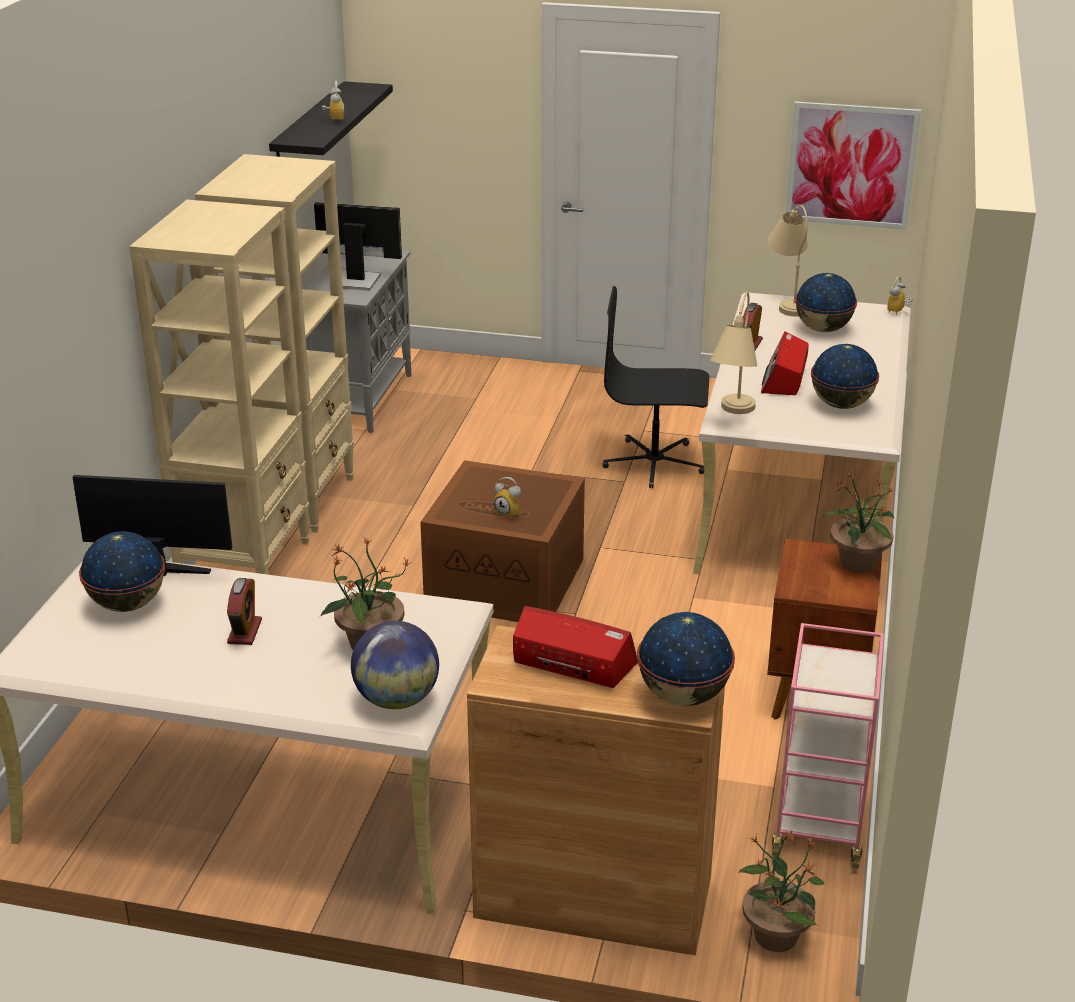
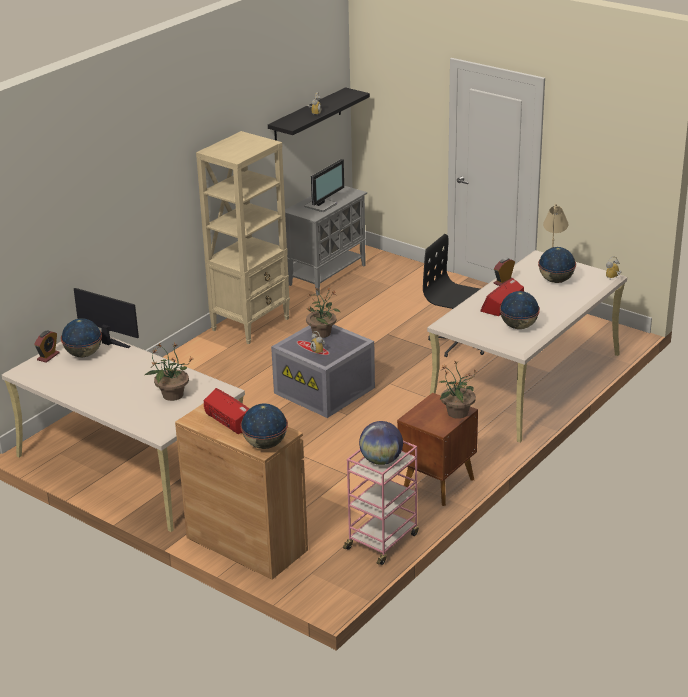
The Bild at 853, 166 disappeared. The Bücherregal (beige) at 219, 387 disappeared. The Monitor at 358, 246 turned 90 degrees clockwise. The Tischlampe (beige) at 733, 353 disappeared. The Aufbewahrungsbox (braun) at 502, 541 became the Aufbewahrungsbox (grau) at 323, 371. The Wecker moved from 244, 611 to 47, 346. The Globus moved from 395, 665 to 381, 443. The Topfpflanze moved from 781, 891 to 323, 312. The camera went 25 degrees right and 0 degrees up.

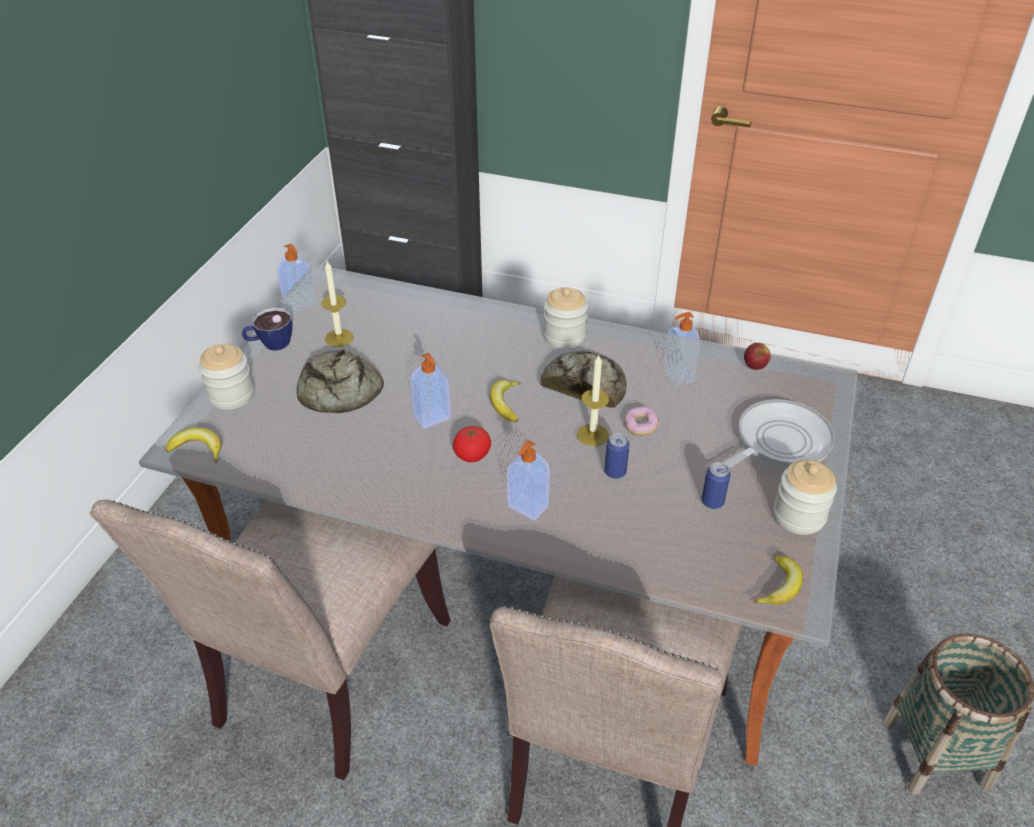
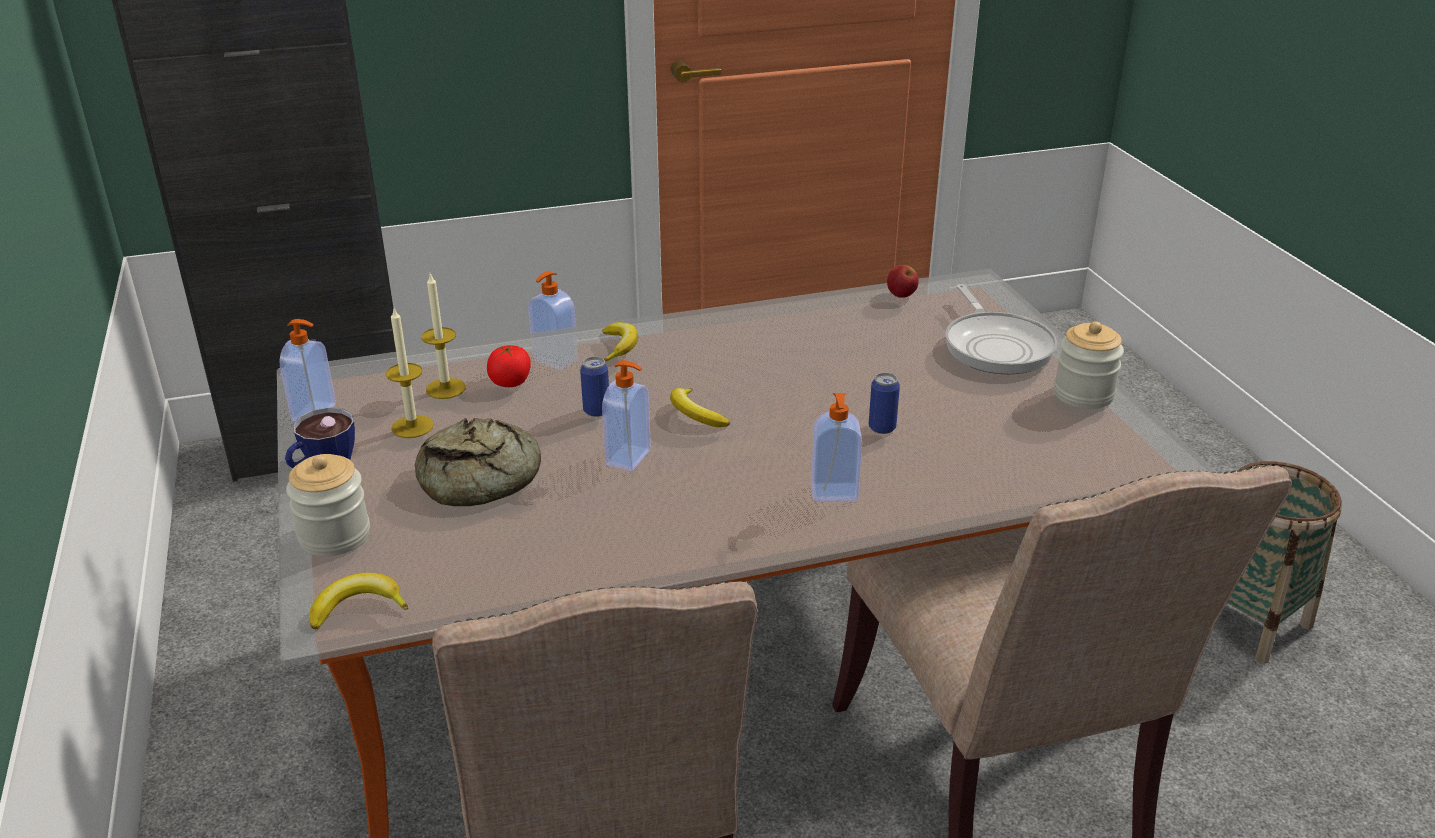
The Vorratsglas at 565, 318 disappeared. The Seifenspender moved from 681, 349 to 553, 321. The Brot at 583, 379 disappeared. The Kerze moved from 593, 400 to 443, 336. The Pfanne at 779, 434 turned 150 degrees clockwise. The Donut at 641, 421 disappeared. The Tomate moved from 472, 444 to 509, 366. The Dose moved from 716, 485 to 594, 386. The Banane moved from 778, 580 to 620, 341. The camera went 35 degrees left and 10 degrees down.

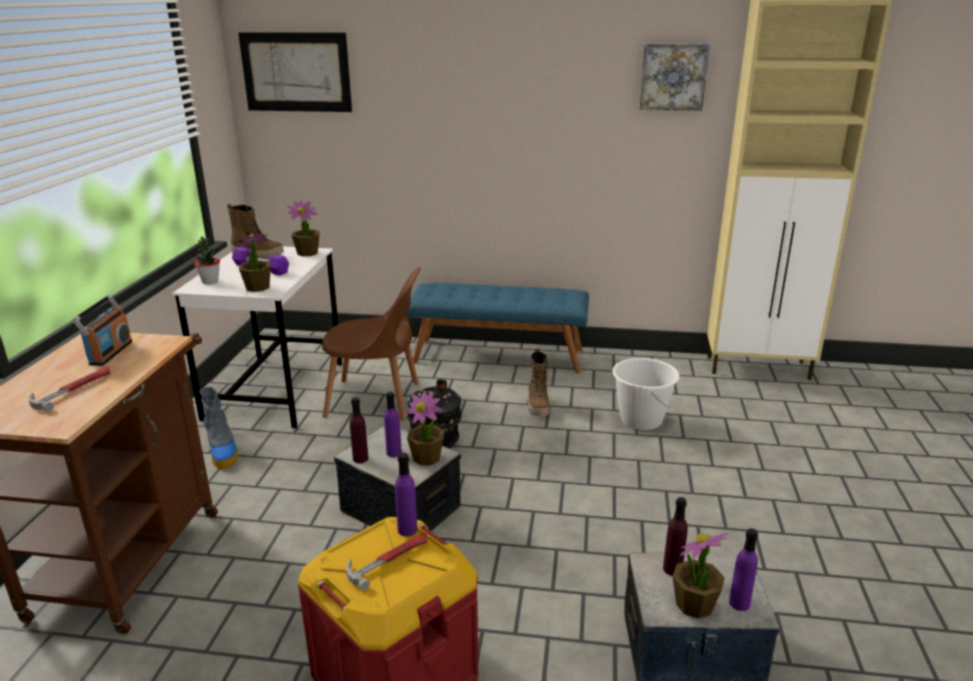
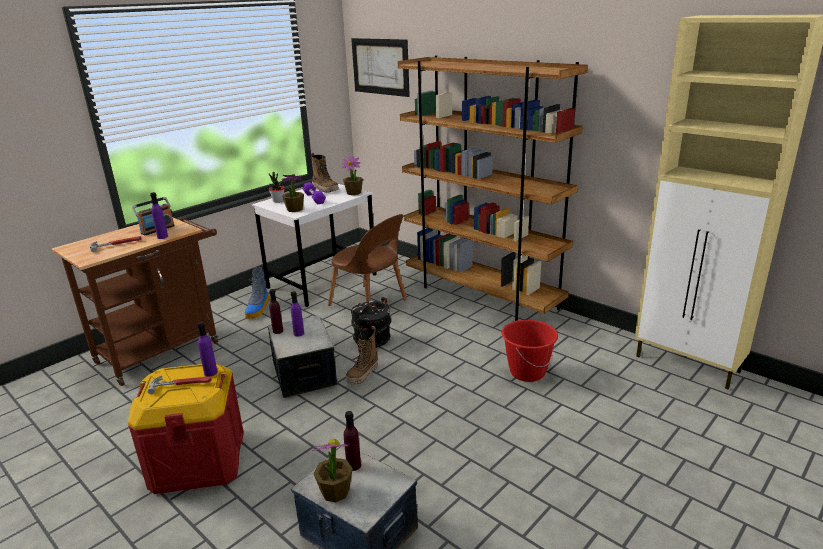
The Bild at 674, 77 disappeared. The Bank (blau) at 498, 328 was replaced by the Bücherregal (braun) at 493, 188. The Stiefel moved from 539, 382 to 362, 355. The Eimer (weiß) at 646, 394 became the Eimer (rot) at 530, 351. The Topfpflanze at 424, 428 disappeared. The Flasche (lila) moved from 743, 569 to 159, 215. The camera went 35 degrees right and 0 degrees up.

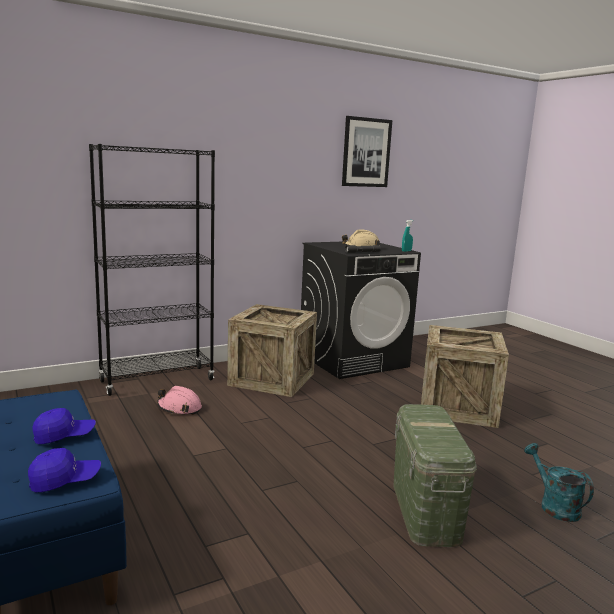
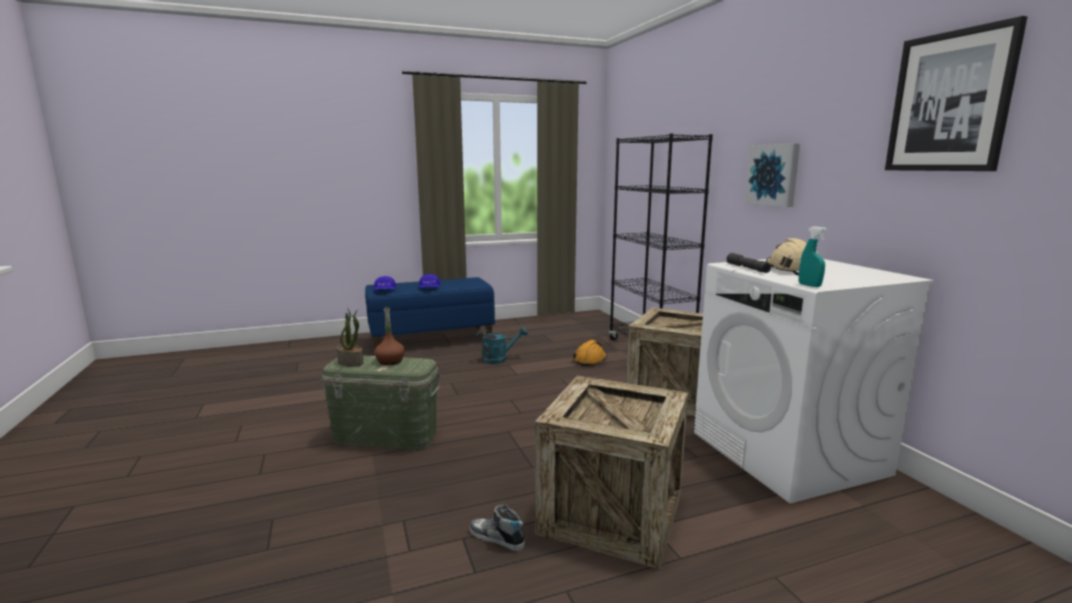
The Waschmaschine (schwarz) at 361, 310 became the Waschmaschine (weiß) at 814, 381. The Schutzhelm (rosa) at 179, 400 became the Schutzhelm (orange) at 590, 353. The Gießkanne (türkis) moved from 559, 482 to 502, 345. The Bild at 772, 175 appeared. The Flasche (braun) at 389, 336 appeared. The Topfpflanze at 350, 337 appeared. The Schuh at 497, 527 appeared. The camera went 100 degrees right and 0 degrees up.

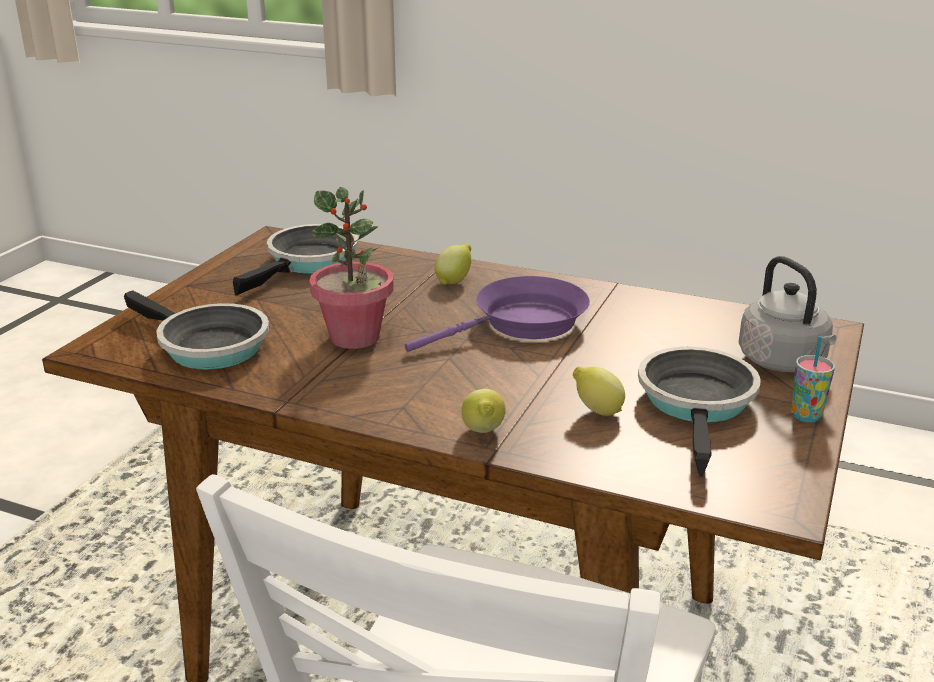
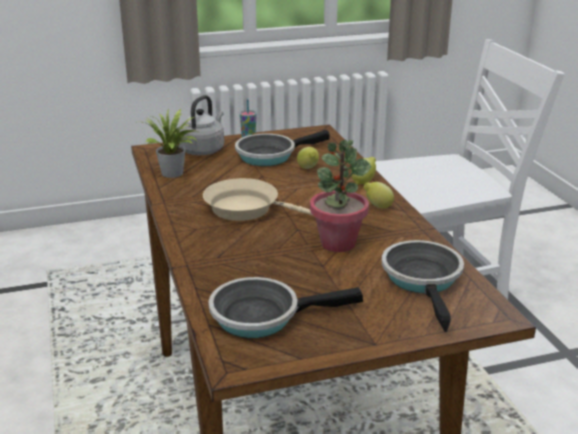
The Zitrone moved from 453, 264 to 379, 195. The Pfanne (lila) at 497, 314 became the Pfanne (beige) at 257, 199. The Topfpflanze at 171, 143 appeared. The camera went 130 degrees left and 0 degrees up.

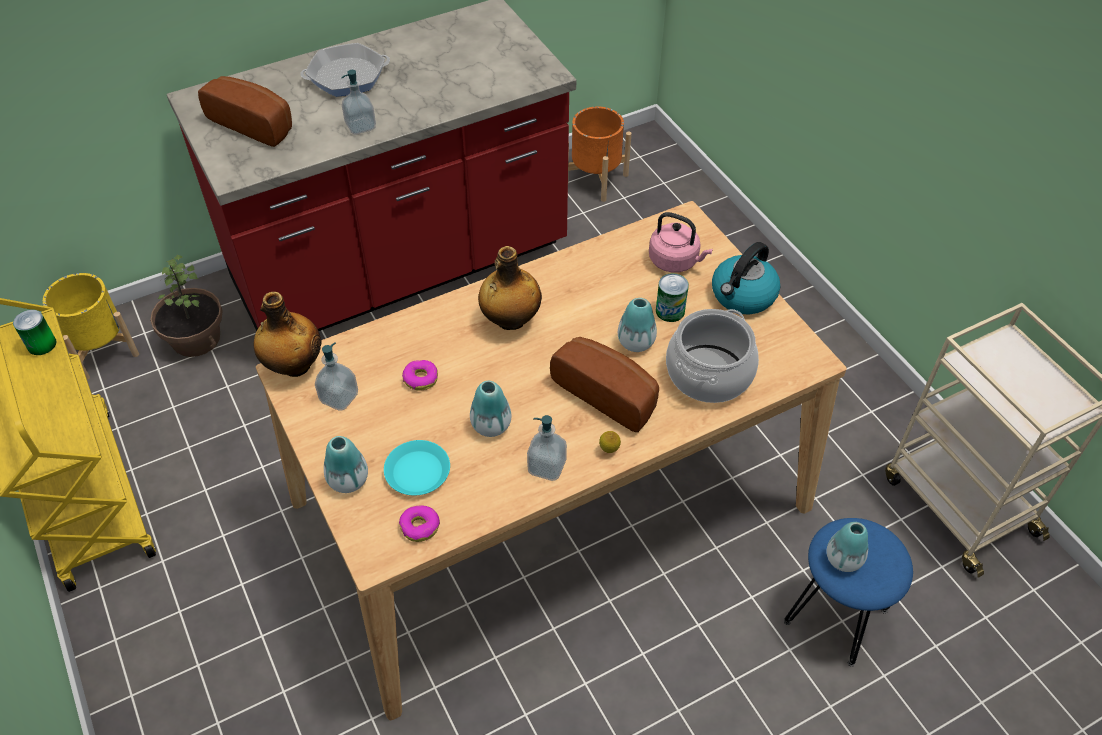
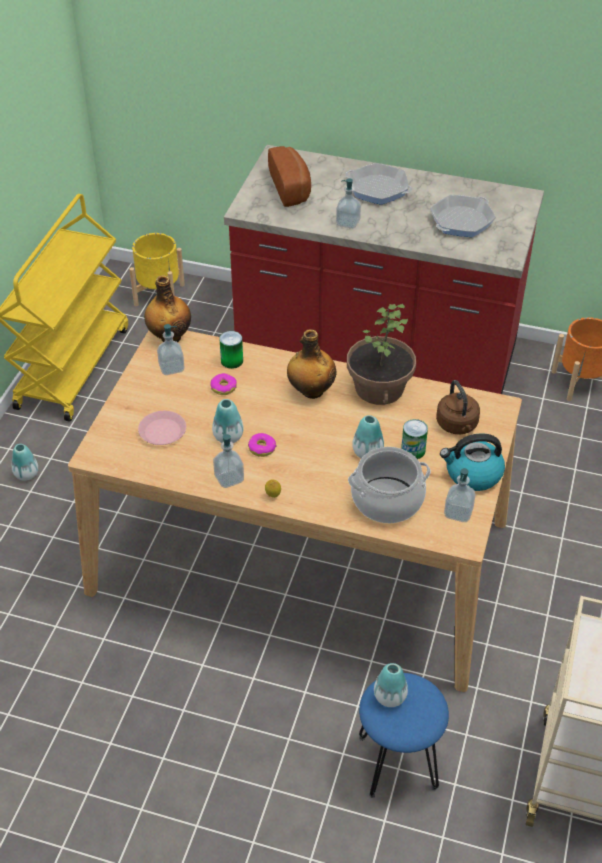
The Wasserkessel (rosa) at 681, 242 became the Wasserkessel (braun) at 458, 407. The Topfpflanze moved from 186, 306 to 381, 354. The Dose moved from 35, 332 to 231, 350. The Brot at 604, 384 disappeared. The Vase moved from 346, 464 to 25, 462. The Teller (türkis) at 417, 468 became the Teller (rosa) at 162, 428. The Donut moved from 419, 523 to 262, 445. The Pfanne at 463, 216 appeared. The Seifenspender at 459, 495 appeared. The camera went 45 degrees right and 5 degrees down.

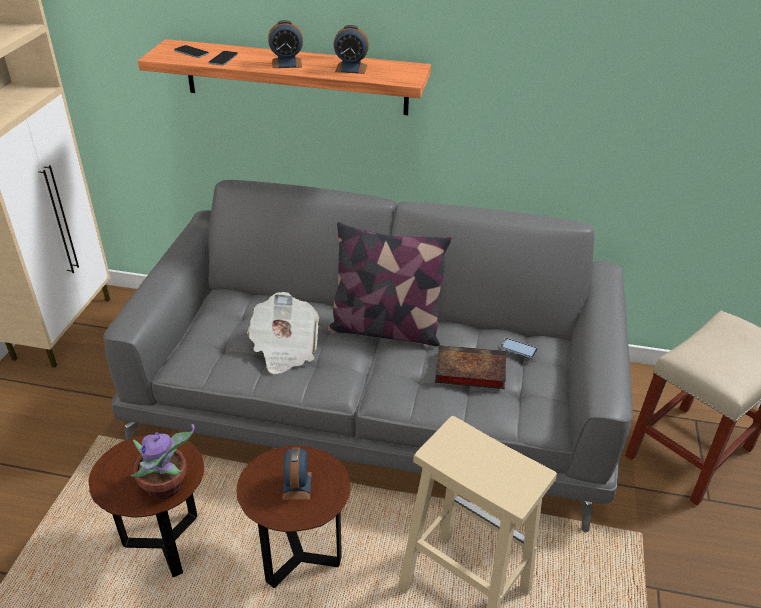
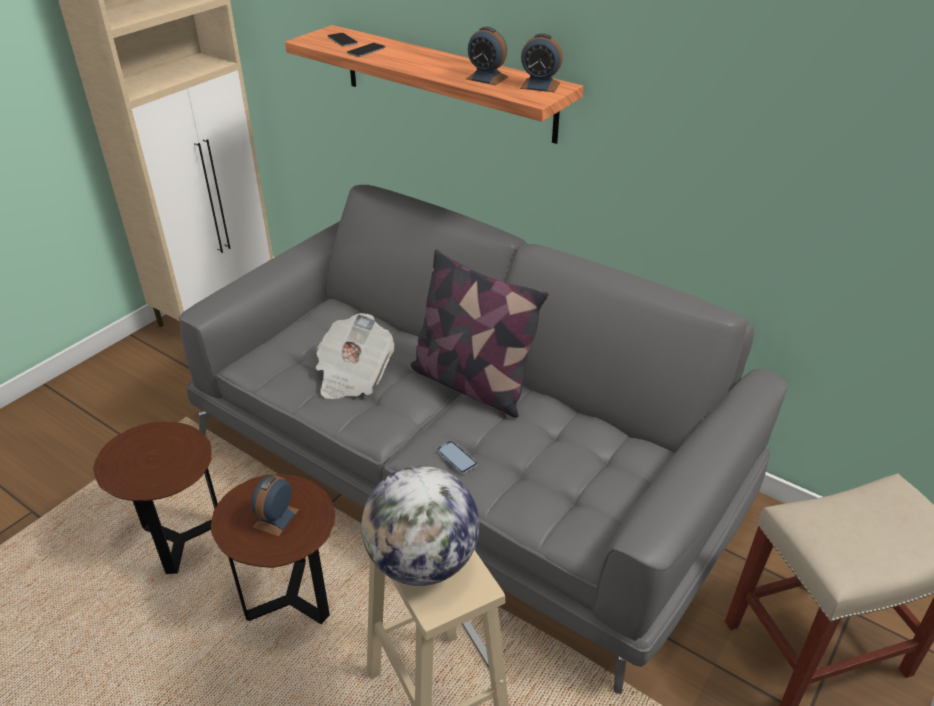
The Wecker moved from 285, 44 to 541, 62. The Handy moved from 519, 348 to 457, 457. The Buch at 470, 367 disappeared. The Topfpflanze at 163, 461 disappeared. The Globus at 420, 526 appeared. The camera went 25 degrees right and 0 degrees up.

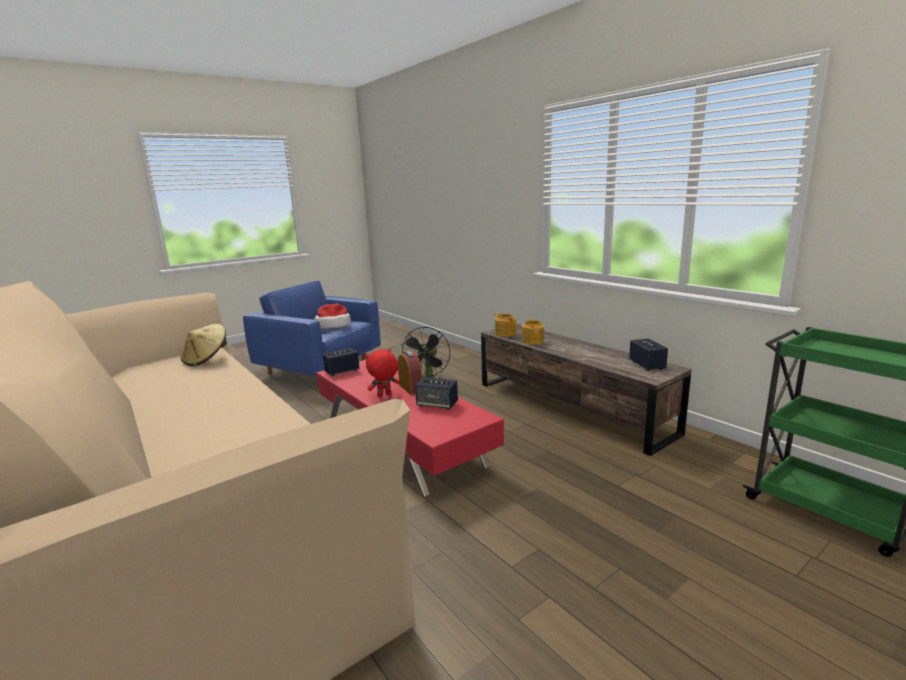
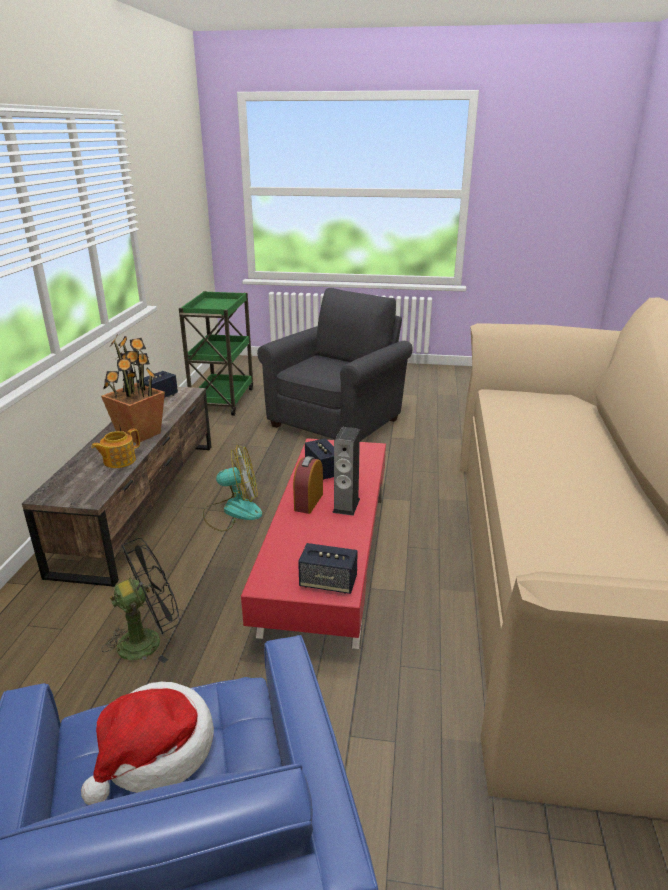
The Teekanne at 505, 325 disappeared. The Hut (beige) at 204, 345 disappeared. The Plüschtier (rot) at 382, 373 was replaced by the Lautsprecher at 346, 471. The Sessel (grau) at 334, 364 appeared. The Topfpflanze at 133, 389 appeared. The Ventilator at 232, 488 appeared. The camera went 135 degrees left and 10 degrees up.

